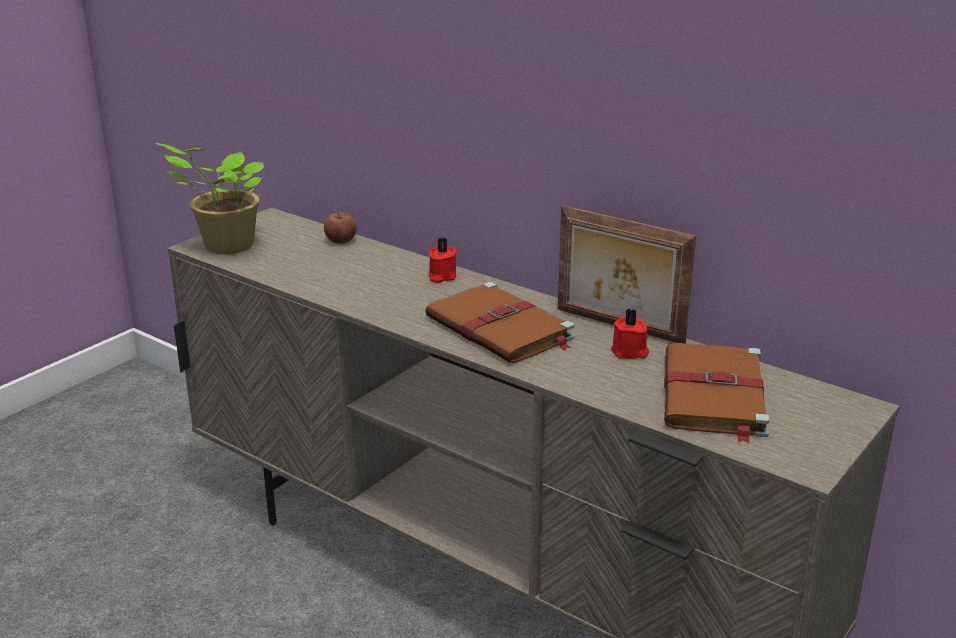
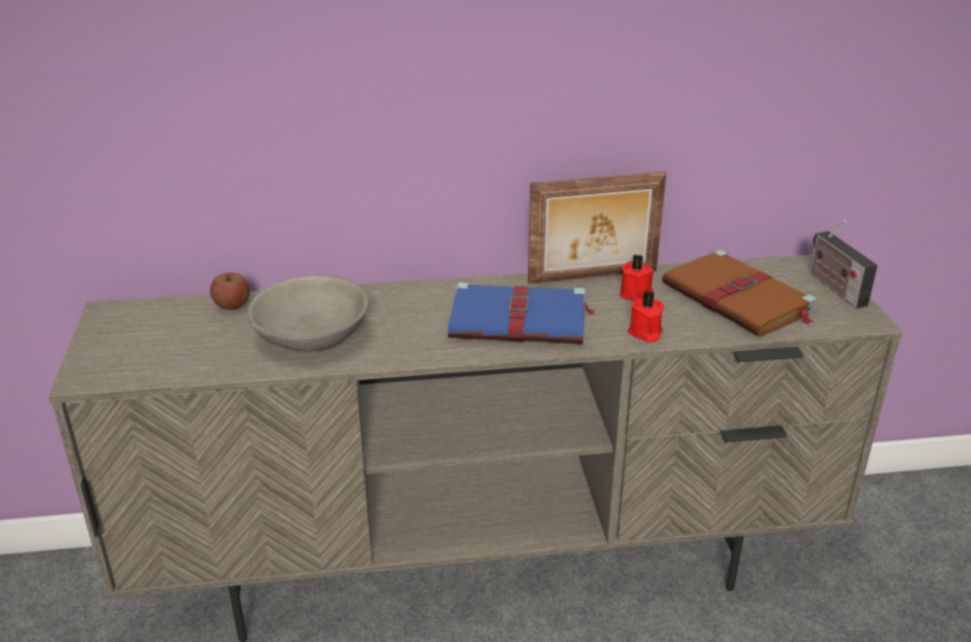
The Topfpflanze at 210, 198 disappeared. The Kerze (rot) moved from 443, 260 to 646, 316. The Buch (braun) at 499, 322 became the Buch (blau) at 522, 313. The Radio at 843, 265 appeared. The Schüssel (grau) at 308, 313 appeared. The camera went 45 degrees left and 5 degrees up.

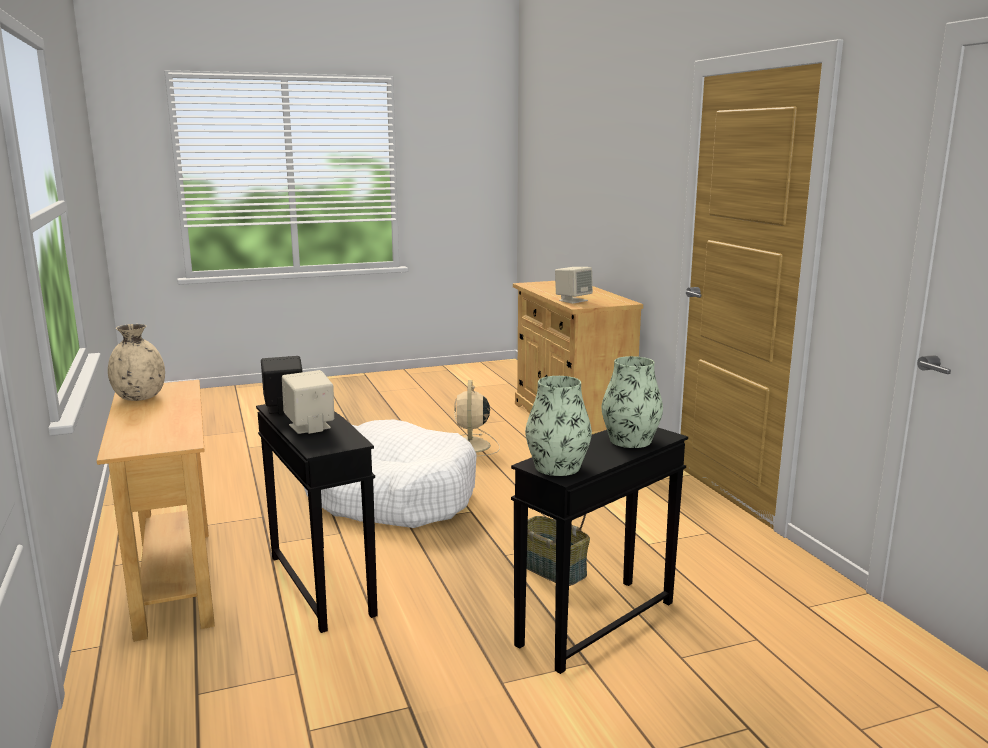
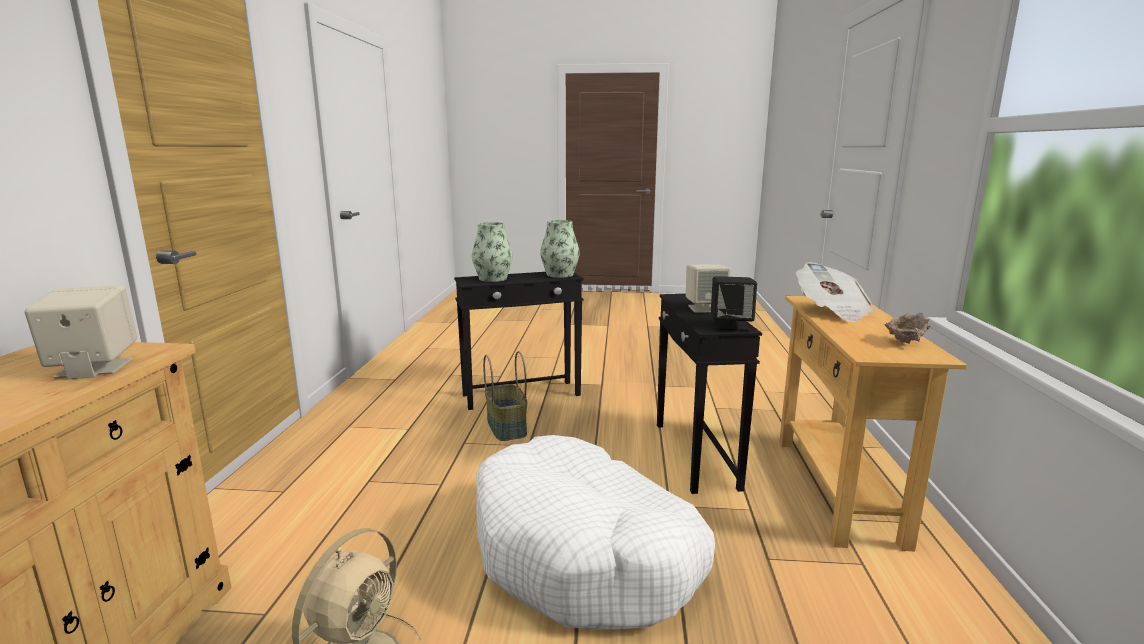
The Vase (beige) at 136, 362 was replaced by the Schüssel (beige) at 907, 328. The Zeitung at 835, 292 appeared. The camera went 155 degrees left and 0 degrees up.

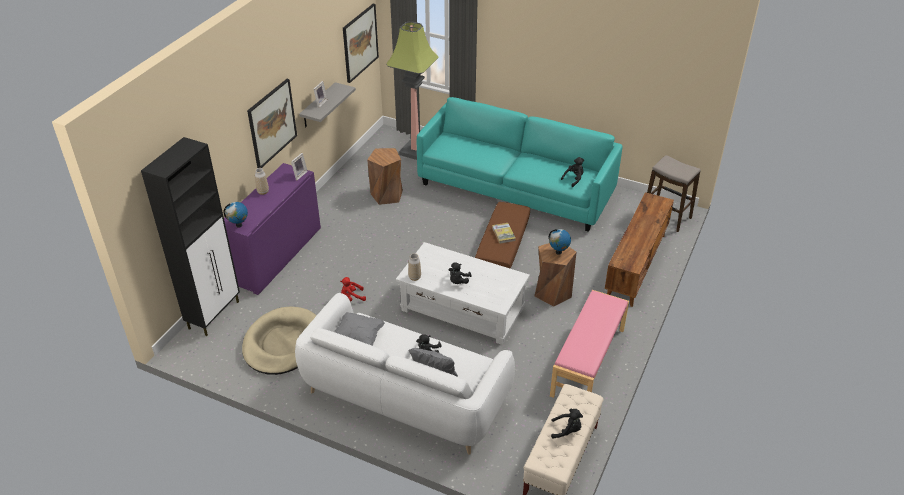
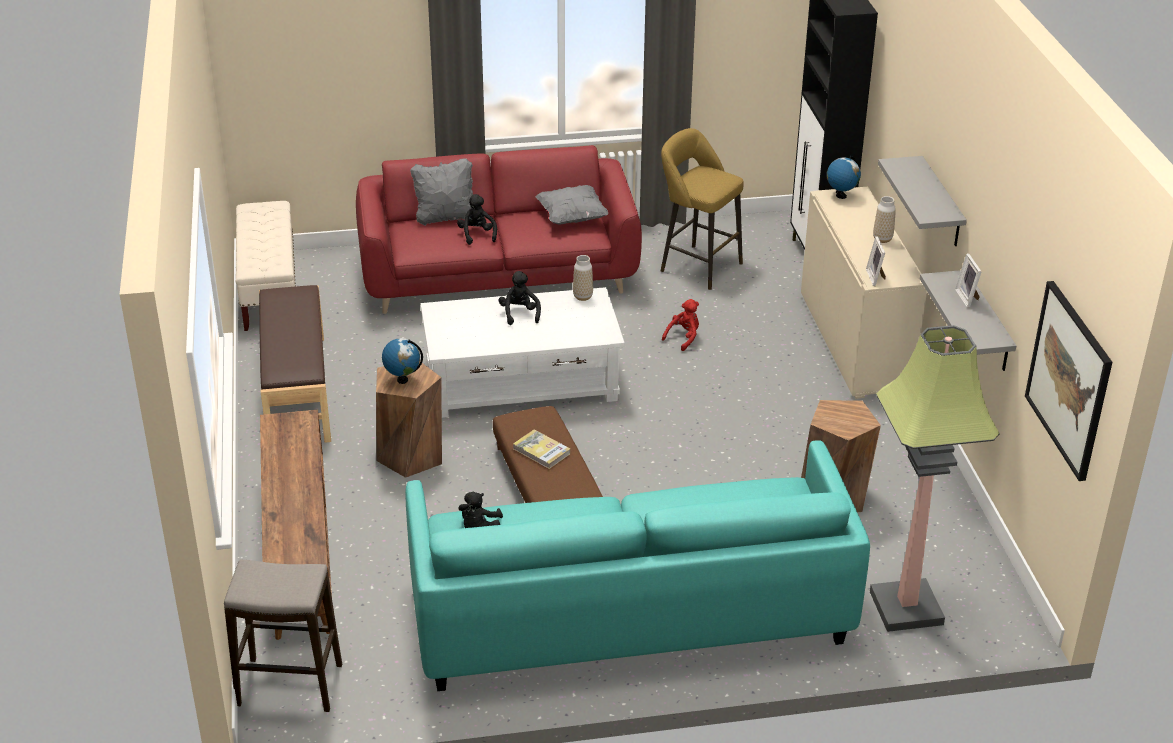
The Bild at 272, 123 was replaced by the Wandregal (grau) at 922, 201. The Schrank (lila) at 272, 229 became the Schrank (beige) at 864, 293. The Bank (rosa) at 589, 344 became the Bank (braun) at 295, 364. The Sofa (weiß) at 405, 374 became the Sofa (rot) at 499, 229. The Hundebett (beige) at 279, 340 was replaced by the Hocker (gelb) at 702, 209. The Plüschtier (schwarz) at 567, 424 disappeared. The camera went 145 degrees right and 5 degrees down.

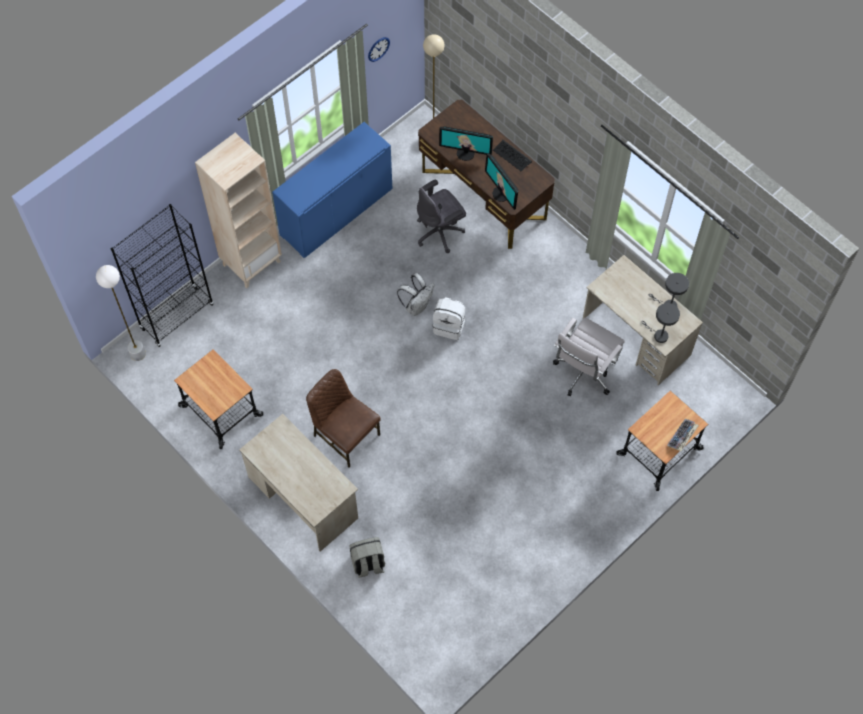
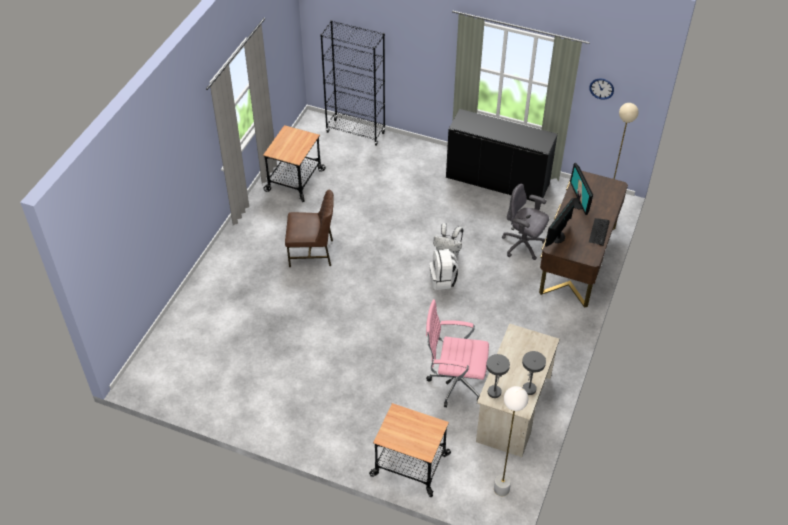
The Schrank (blau) at 332, 190 became the Schrank (schwarz) at 502, 155. The Bücherregal (beige) at 238, 210 disappeared. The Stehlampe (weiß) moved from 121, 313 to 511, 441. The Bürostuhl (weiß) at 589, 356 became the Bürostuhl (rosa) at 457, 353. The Stuhl (braun) at 343, 418 turned 75 degrees clockwise. The Schreibtisch (beige) at 298, 482 disappeared. The Tastatur at 683, 435 disappeared. The Rucksack (grau) at 367, 557 disappeared. The camera went 65 degrees right and 15 degrees down.

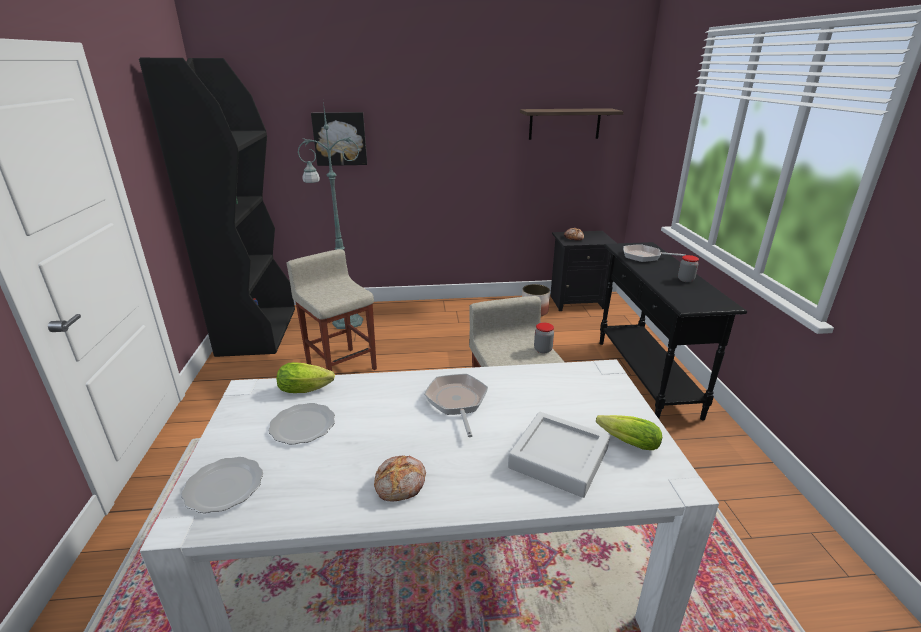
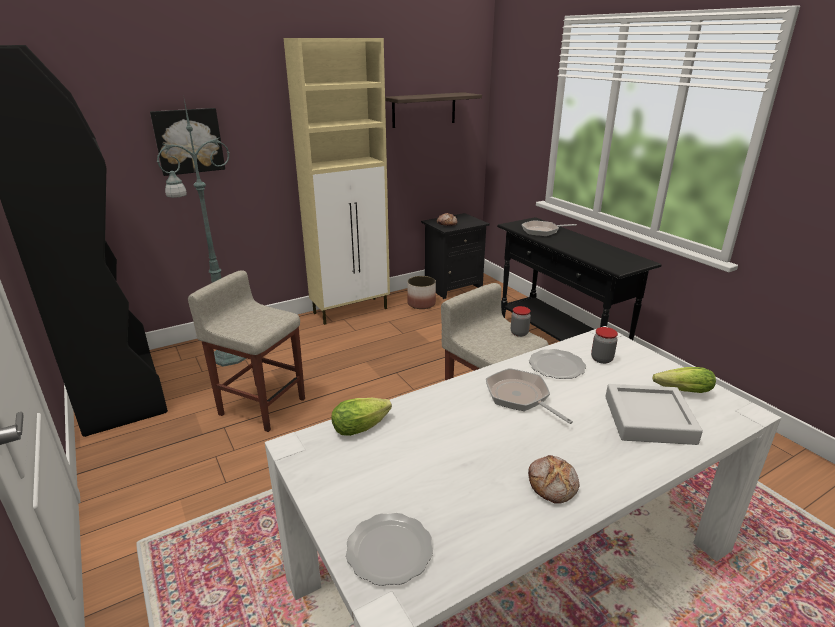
The Vorratsglas moved from 688, 268 to 604, 345. The Teller moved from 301, 424 to 557, 364. The Schrank (beige) at 337, 181 appeared. The camera went 25 degrees left and 0 degrees up.

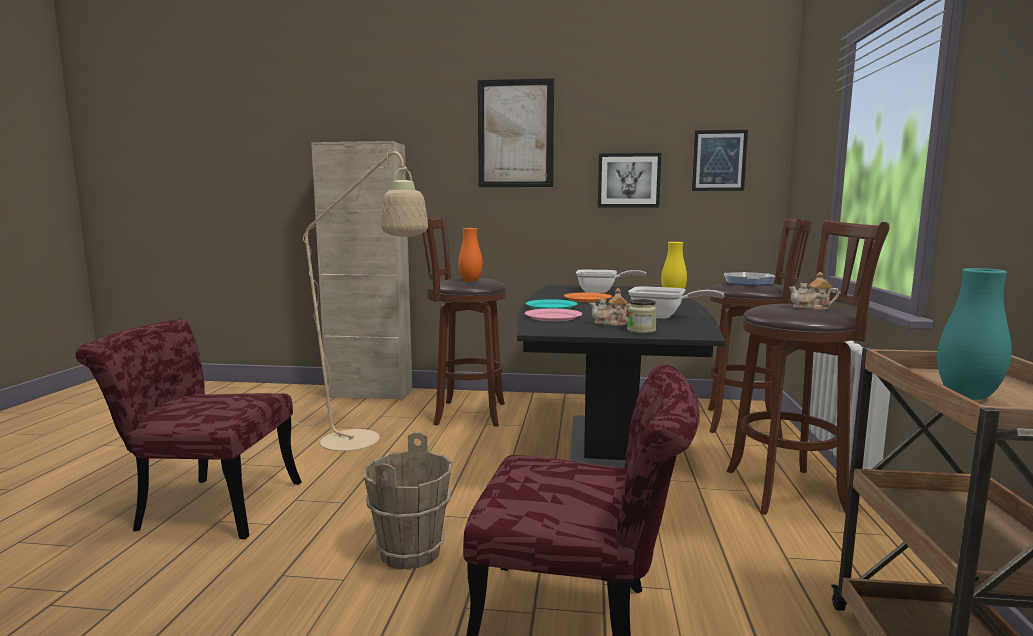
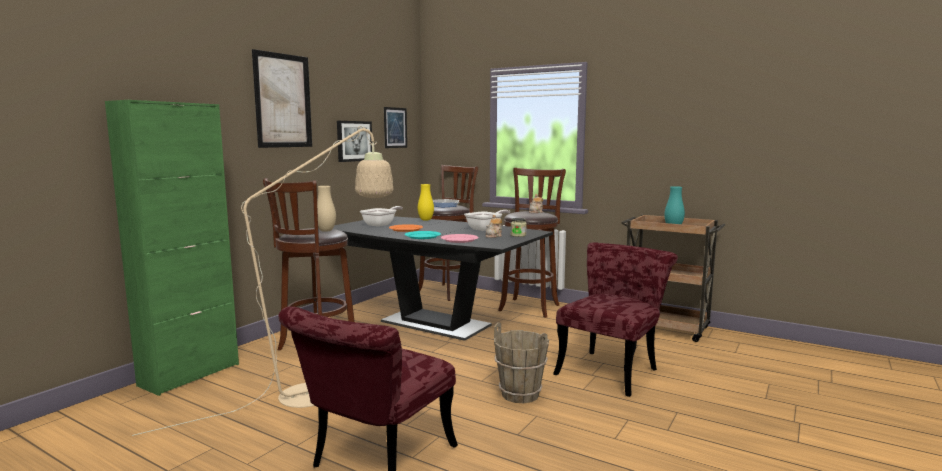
The Schrank (beige) at 361, 271 became the Schrank (grün) at 172, 248. The Vase (orange) at 470, 255 became the Vase (beige) at 326, 209. The camera went 65 degrees left and 0 degrees up.

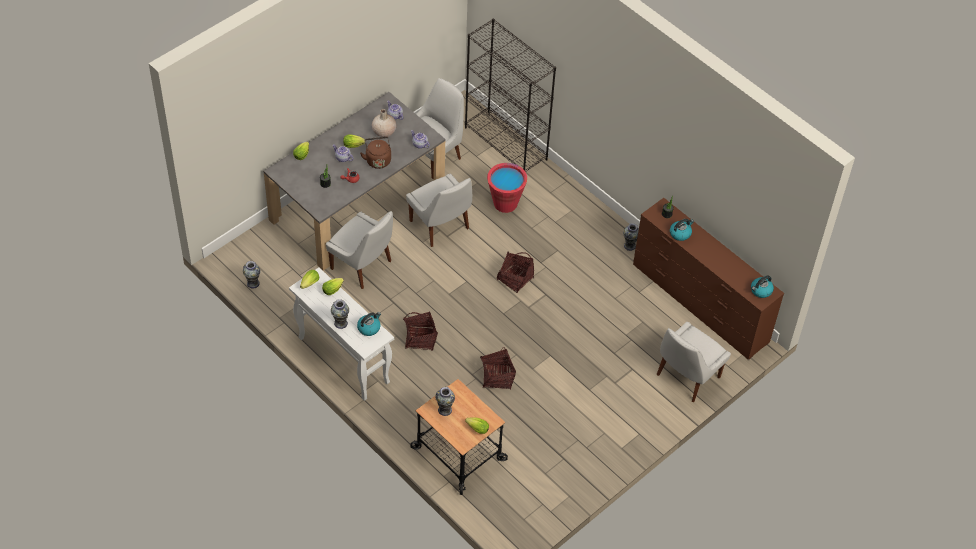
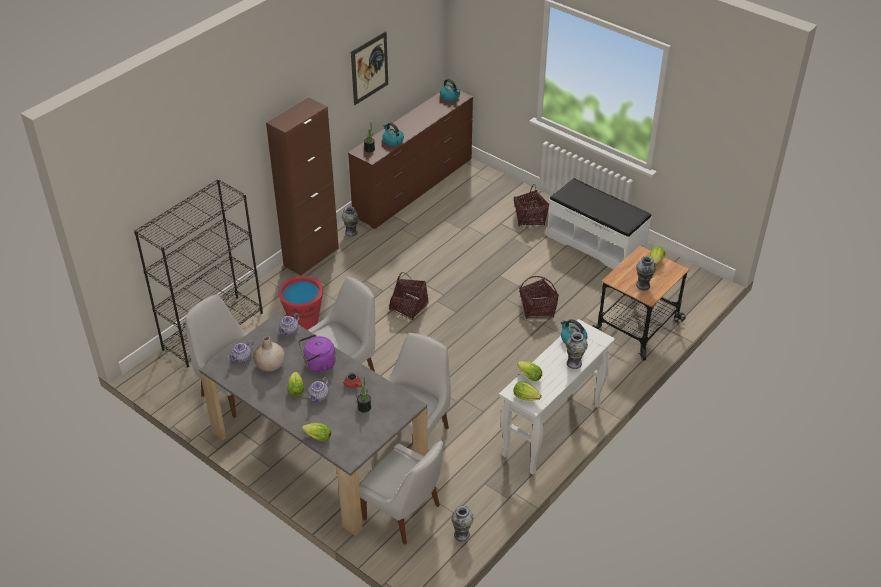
The Wasserkessel (braun) at 375, 152 became the Wasserkessel (lila) at 317, 353. The Korb moved from 420, 331 to 531, 205. The Stuhl (weiß) moved from 694, 362 to 401, 492. The Bild at 369, 68 appeared. The Schrank (braun) at 302, 186 appeared. The Bank (weiß) at 599, 223 appeared. The camera went 95 degrees left and 10 degrees down.

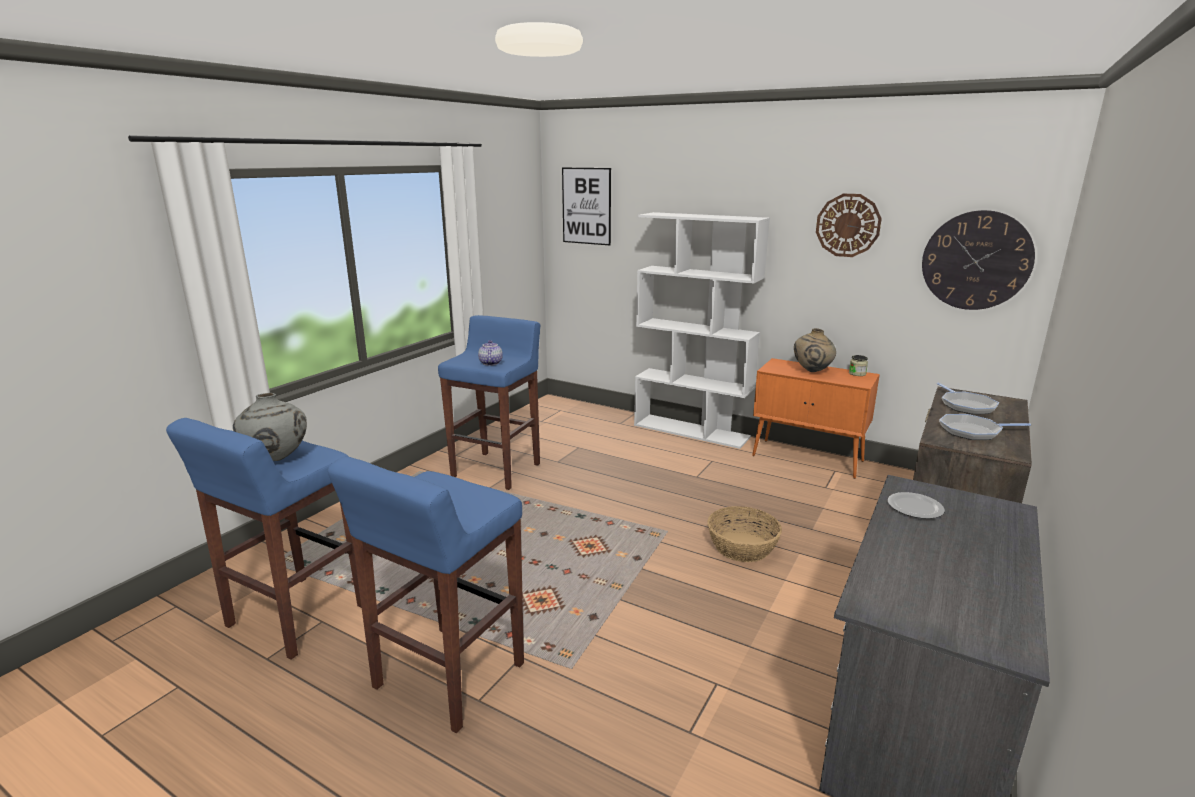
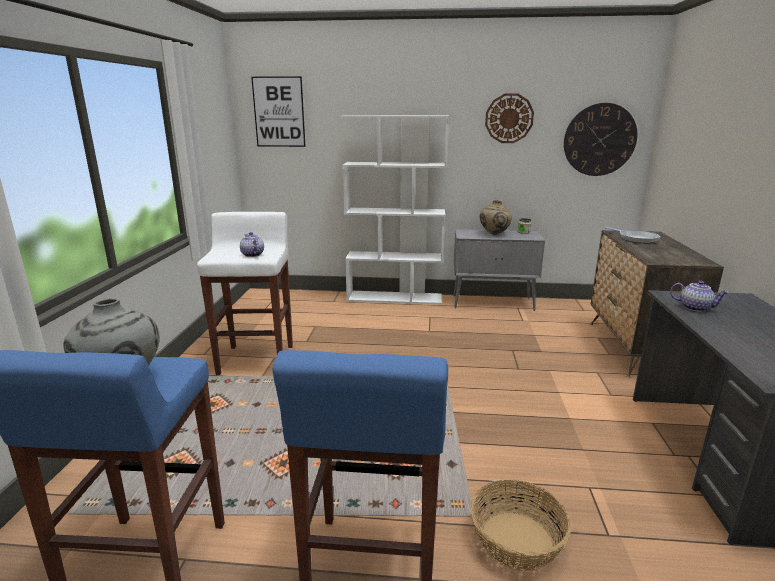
The Hocker (blau) at 489, 402 became the Hocker (weiß) at 245, 293. The Schrank (orange) at 816, 418 became the Schrank (grau) at 499, 270. The Pfanne at 985, 427 disappeared. The Teller at 916, 505 was replaced by the Teekanne at 699, 296. The Korb moved from 744, 534 to 520, 525. The camera went 25 degrees left and 0 degrees up.

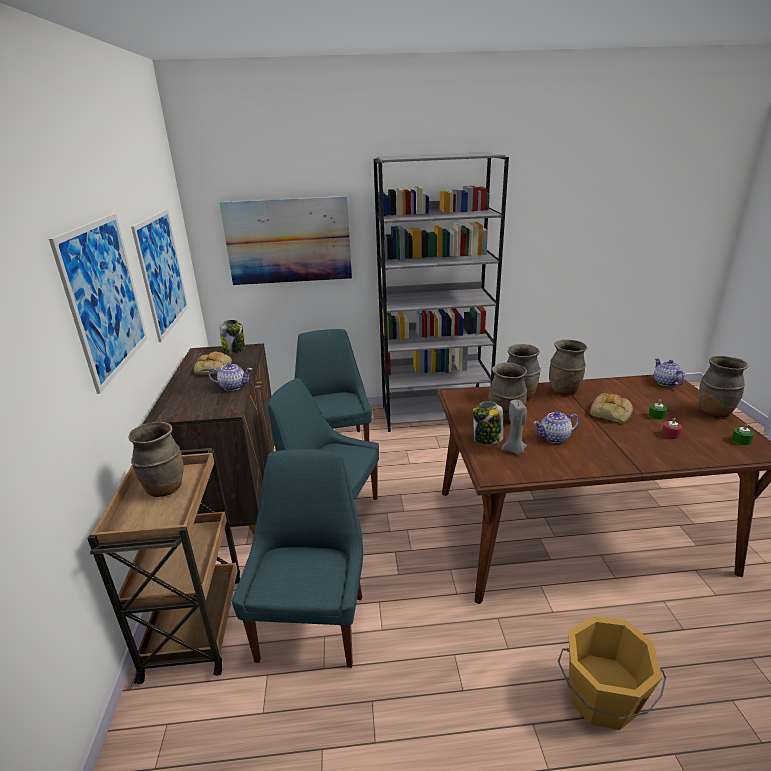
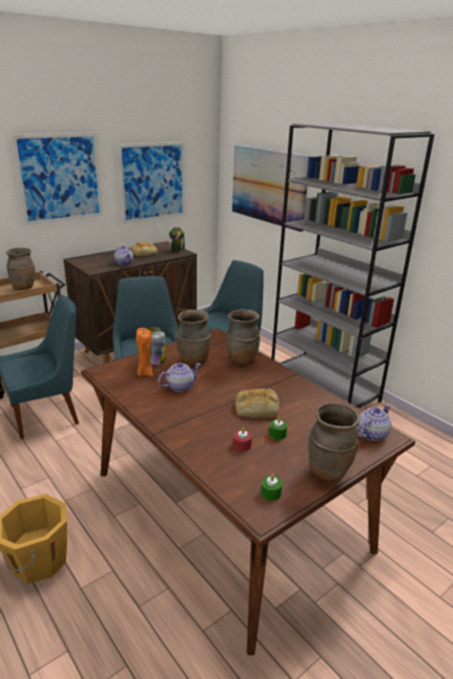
The Vase (braun) at 568, 367 disappeared. The Kerze (grau) at 514, 427 became the Kerze (orange) at 144, 352. The Teekanne at 556, 427 turned 105 degrees clockwise. The camera went 55 degrees right and 0 degrees up.

